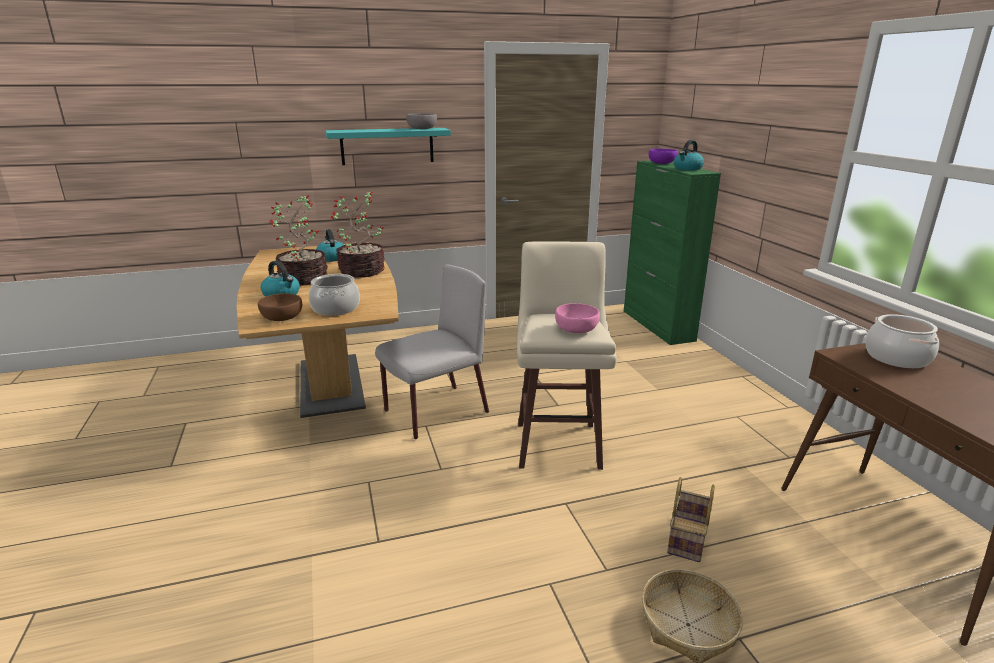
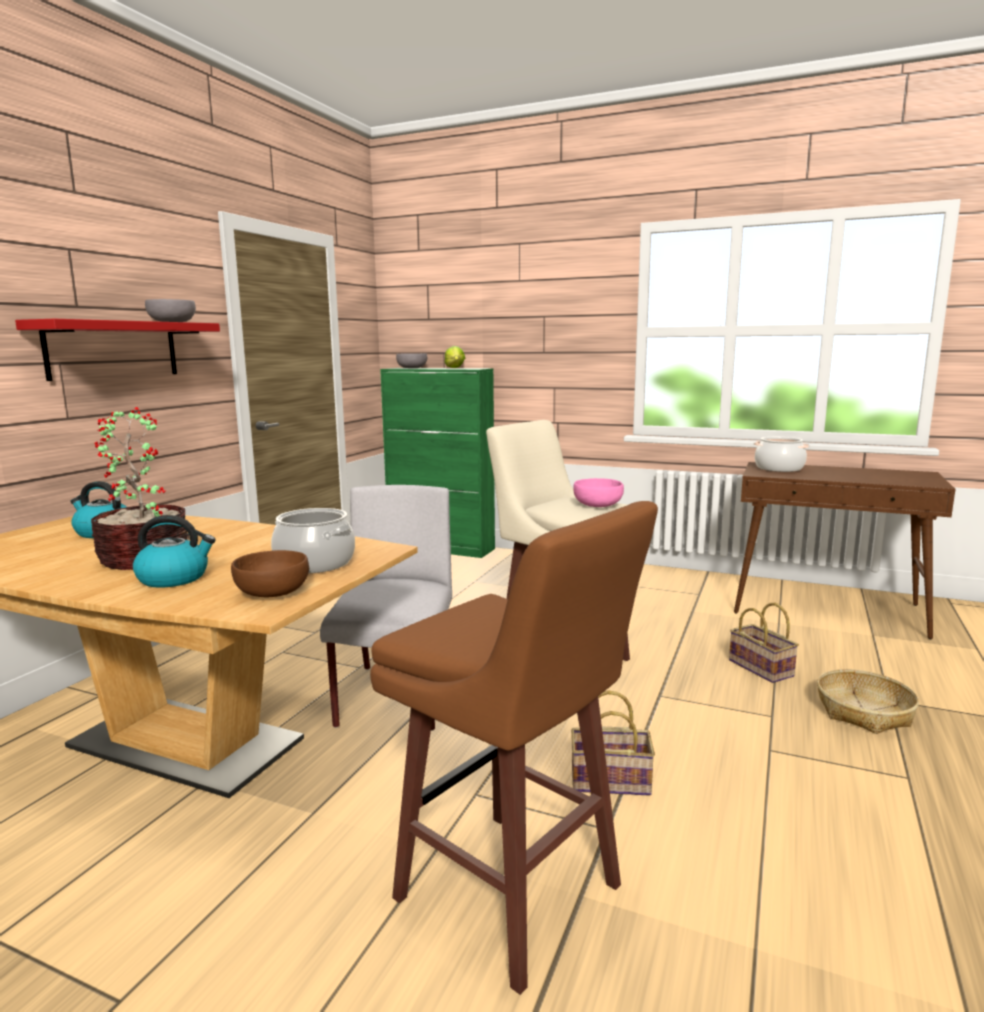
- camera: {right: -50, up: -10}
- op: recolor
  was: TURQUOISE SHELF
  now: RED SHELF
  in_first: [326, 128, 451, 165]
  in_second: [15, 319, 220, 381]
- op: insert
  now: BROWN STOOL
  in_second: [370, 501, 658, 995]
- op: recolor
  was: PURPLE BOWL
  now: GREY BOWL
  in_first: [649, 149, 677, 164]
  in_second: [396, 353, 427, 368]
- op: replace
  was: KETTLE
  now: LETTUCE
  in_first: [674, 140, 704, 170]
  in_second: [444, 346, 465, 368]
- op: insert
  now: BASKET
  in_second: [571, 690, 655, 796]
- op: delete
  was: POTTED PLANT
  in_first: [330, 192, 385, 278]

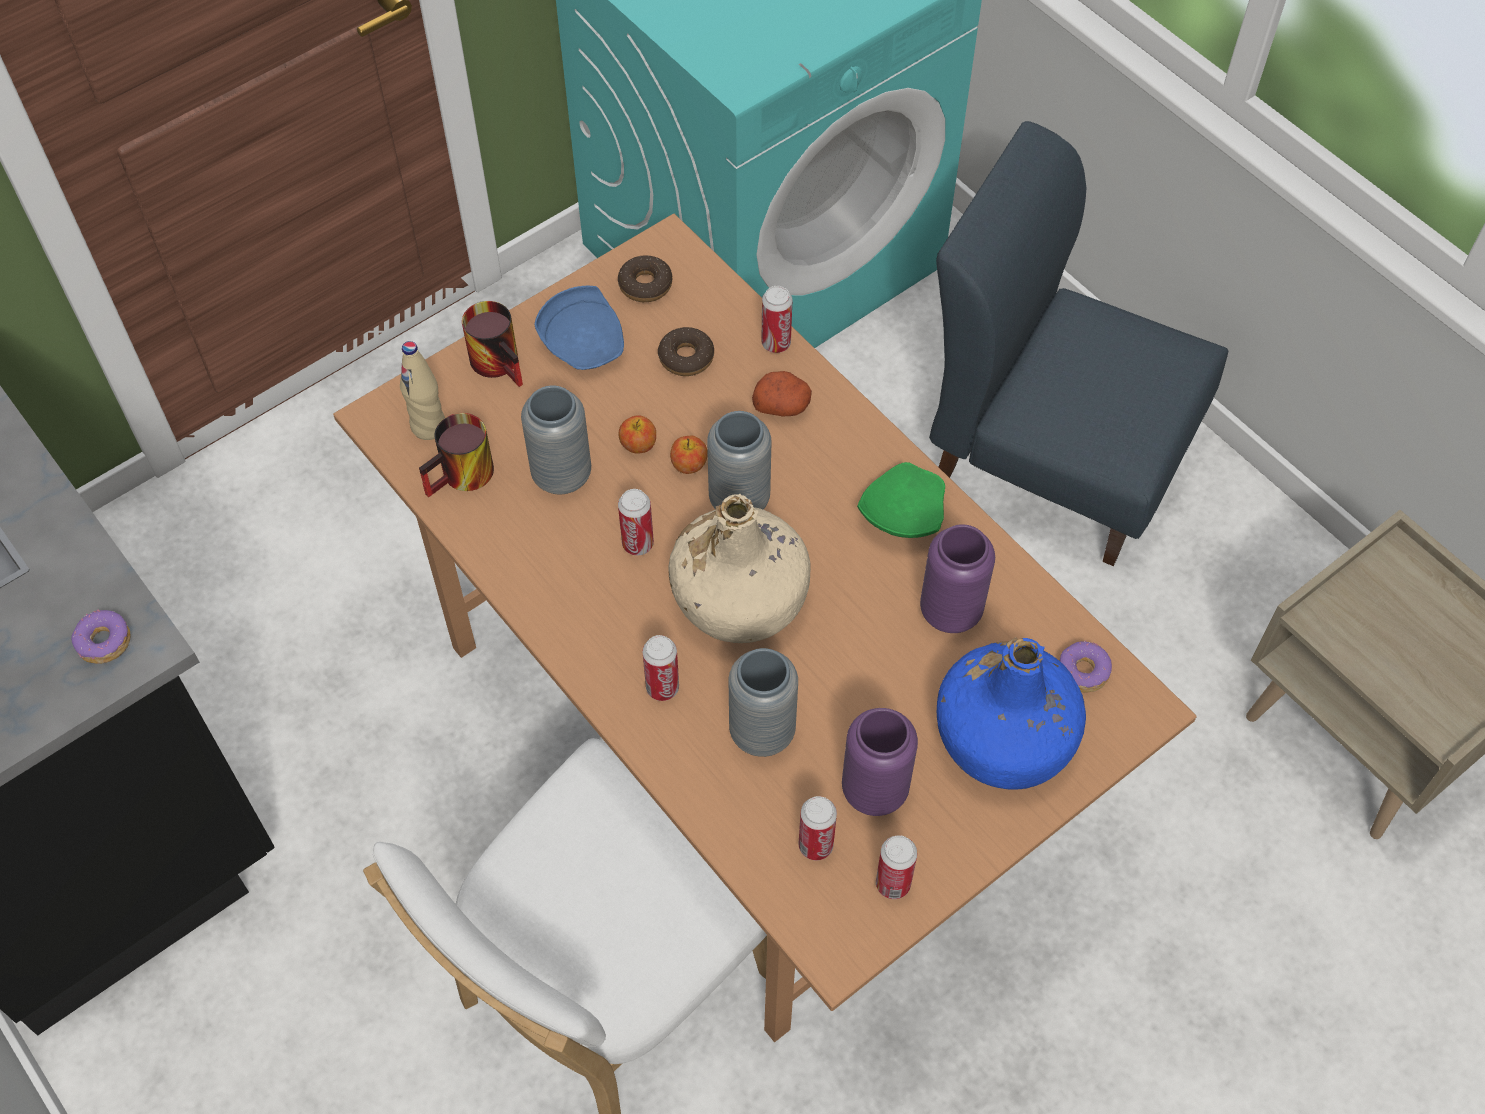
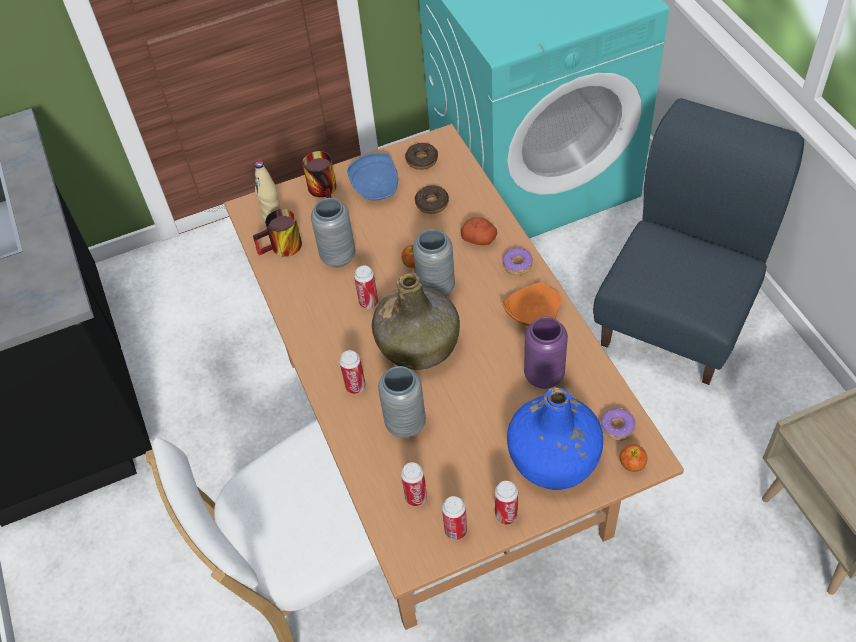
- camera: {right: 20, up: -5}
- op: recolor
  was: BEIGE BOTTLE
  now: GREEN BOTTLE
  in_first: [668, 494, 811, 643]
  in_second: [372, 272, 460, 370]
- op: move
  was: CAN
  in_first: [761, 286, 792, 353]
  in_second: [495, 481, 518, 525]
- op: recolor
  was: GREEN PLATE
  now: ORANGE PLATE
  in_first: [857, 462, 945, 538]
  in_second: [502, 283, 562, 326]
- op: move
  was: DONUT
  in_first: [71, 610, 130, 664]
  in_second: [503, 247, 533, 275]
- op: rotate
  was: BLUE CHAIR
  in_first: [929, 121, 1228, 566]
  in_second: [593, 98, 804, 385]
  clockwise: 75
- op: move
  was: APPLE
  in_first: [618, 415, 656, 454]
  in_second: [620, 444, 647, 472]
- op: delete
  was: PURPLE VASE
  in_first: [842, 708, 918, 816]

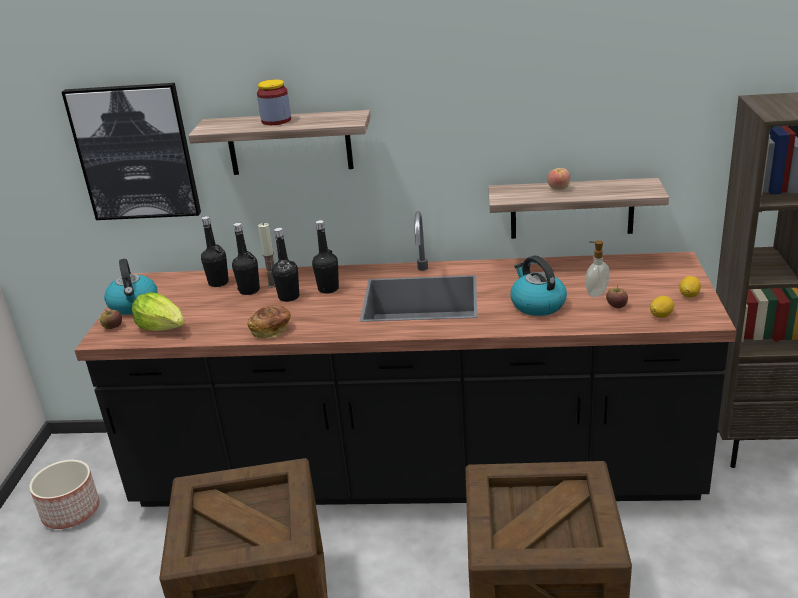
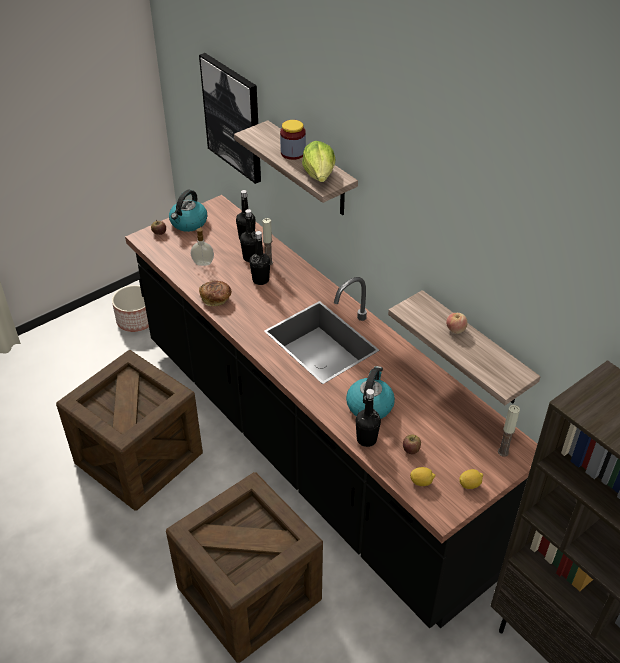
- camera: {right: 45, up: 15}
- op: move
  was: SOAP DISPENSER
  in_first: [586, 240, 609, 297]
  in_second: [191, 226, 214, 266]
- op: move
  was: LETTUCE
  in_first: [132, 292, 185, 331]
  in_second: [302, 141, 335, 182]
- op: move
  was: BLACK BOTTLE
  in_first: [312, 220, 339, 294]
  in_second: [355, 389, 381, 447]
- op: insert
  now: CANDLE
  in_second: [498, 405, 520, 457]

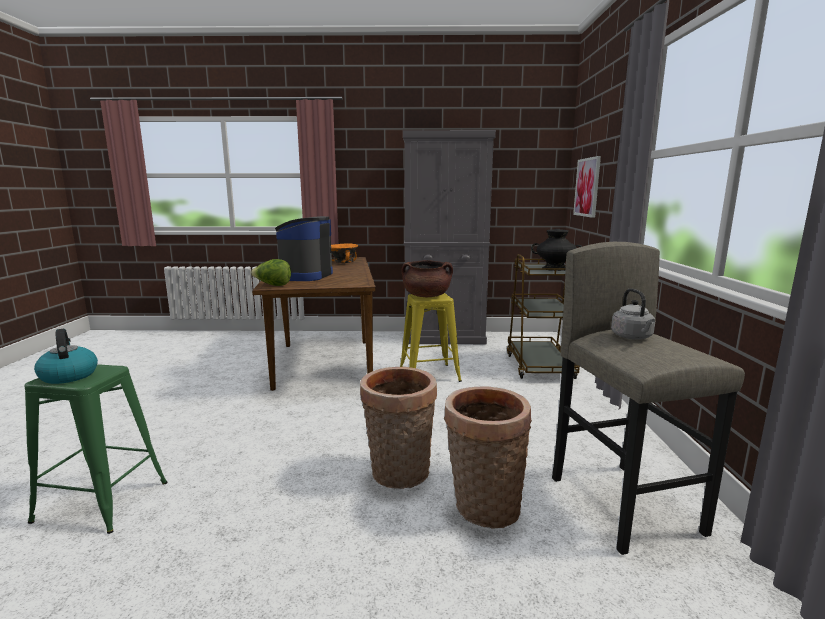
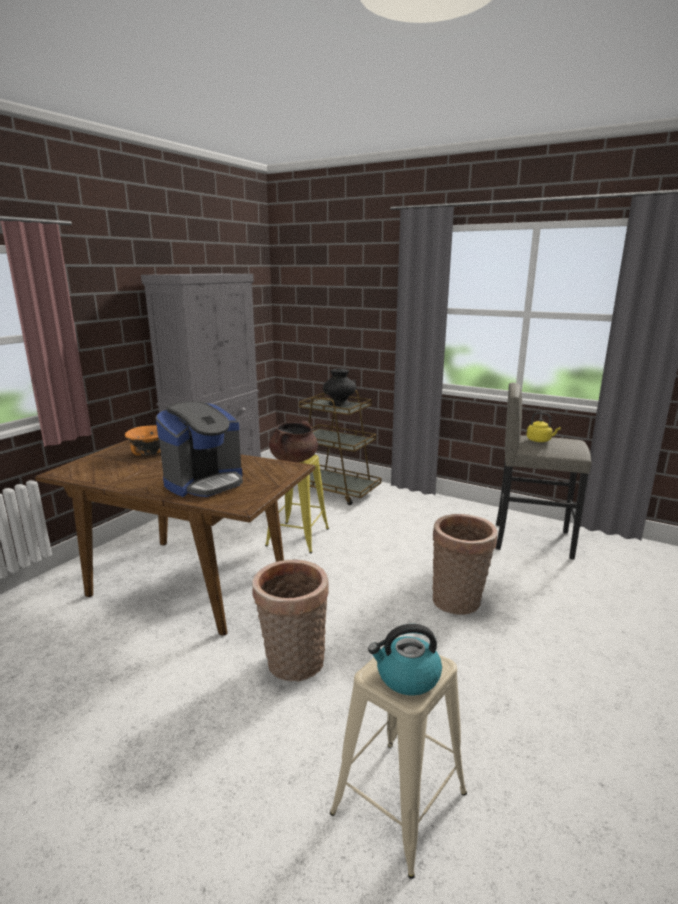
- camera: {right: -60, up: 5}
- op: rotate
  was: COFFEE MACHINE
  in_first: [275, 216, 333, 281]
  in_second: [156, 401, 243, 497]
  clockwise: -90
- op: move
  was: BASKET
  in_first: [444, 386, 532, 528]
  in_second: [252, 560, 329, 682]
- op: recolor
  was: GREEN STOOL
  now: BEIGE STOOL
  in_first: [25, 364, 167, 534]
  in_second: [330, 637, 467, 879]
- op: recolor
  was: GREY KETTLE
  now: YELLOW KETTLE
  in_first: [611, 288, 655, 340]
  in_second: [527, 412, 561, 442]
- op: delete
  was: LETTUCE
  in_first: [250, 259, 291, 286]
- op: delete
  was: PICTURE
  in_first: [573, 156, 601, 218]

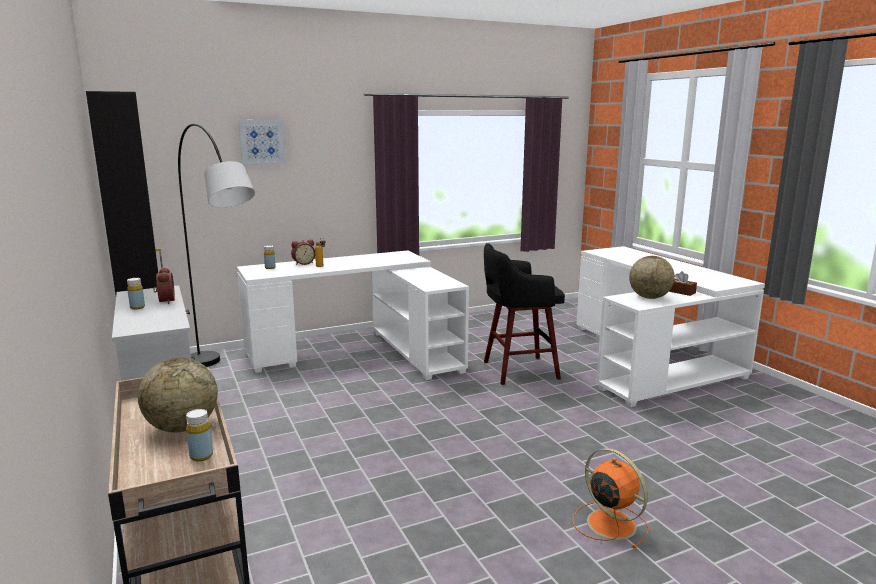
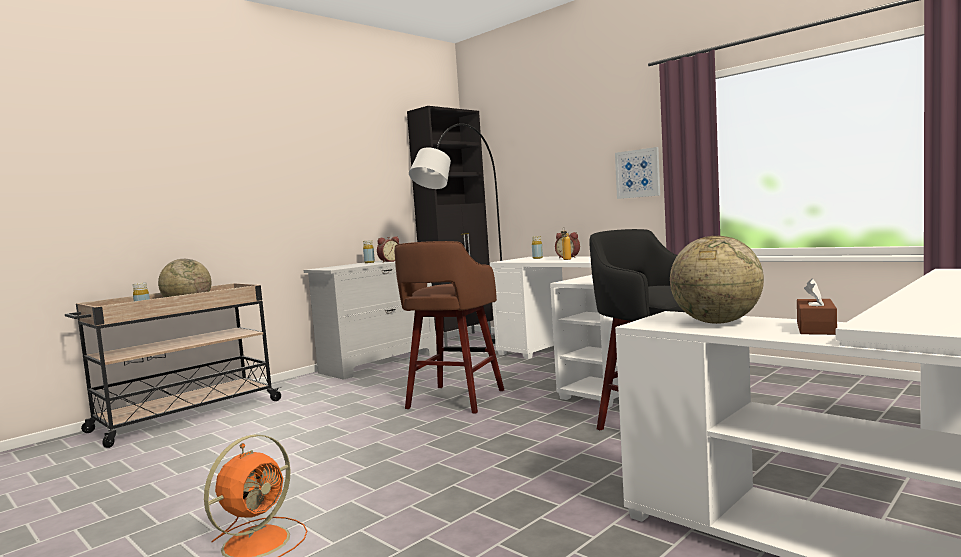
- camera: {right: 70, up: -10}
- op: insert
  now: BROWN STOOL
  in_second: [394, 241, 504, 413]
- op: move
  was: PICTURE
  in_first: [238, 120, 286, 165]
  in_second: [615, 147, 660, 199]

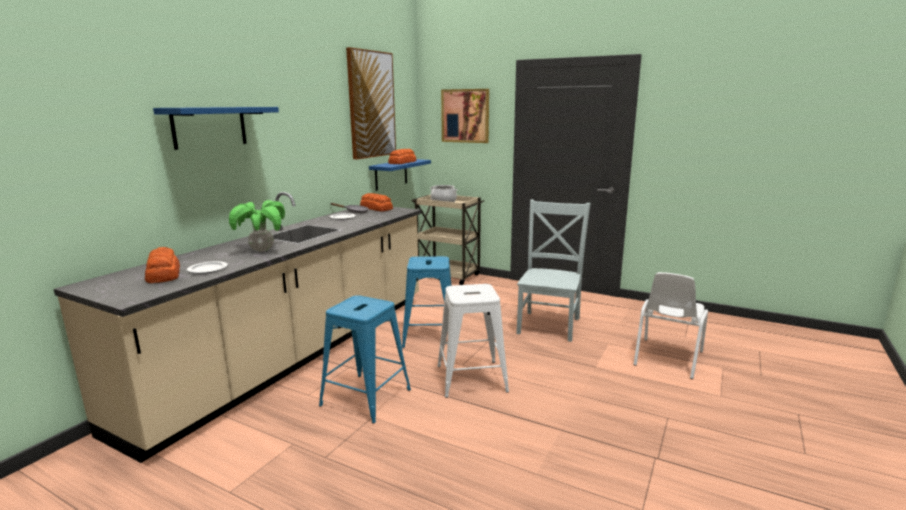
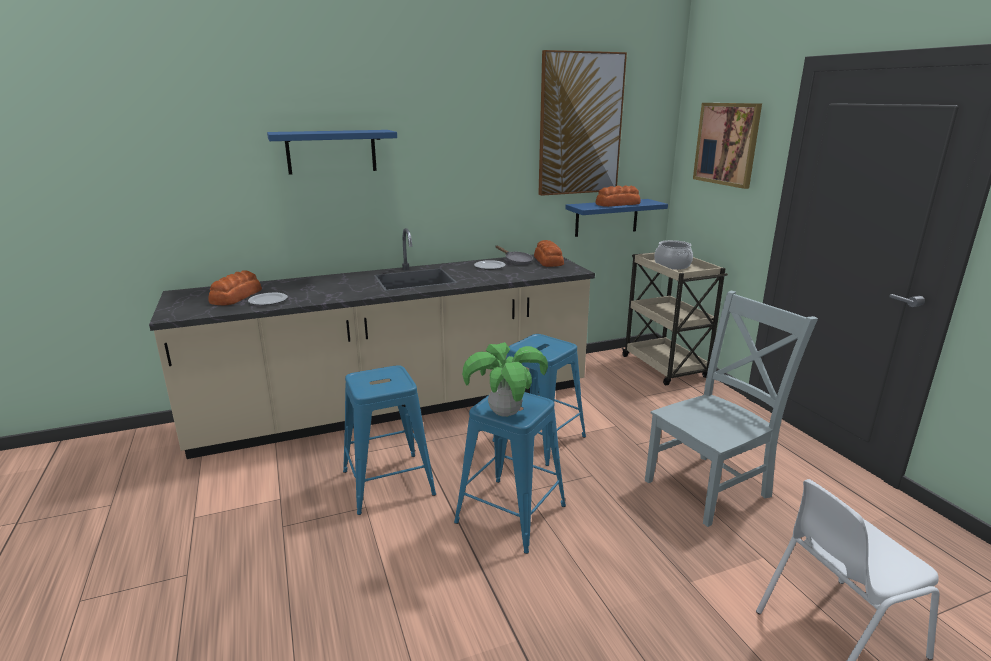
- camera: {right: 40, up: 5}
- op: recolor
  was: WHITE STOOL
  now: BLUE STOOL
  in_first: [438, 284, 509, 398]
  in_second: [454, 392, 566, 554]
- op: move
  was: POTTED PLANT
  in_first: [229, 200, 285, 252]
  in_second: [462, 342, 548, 417]

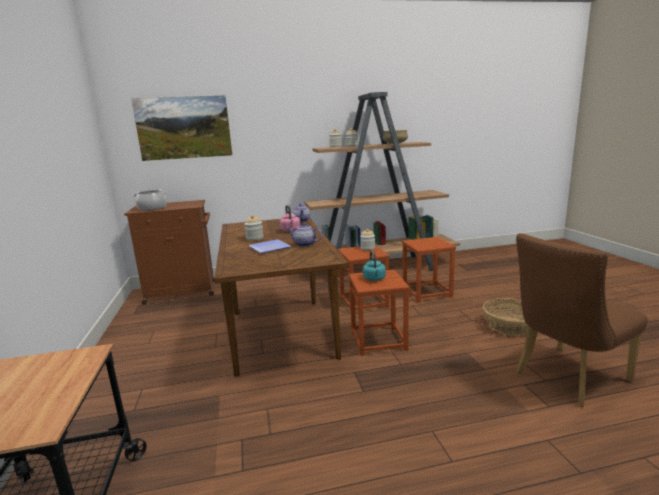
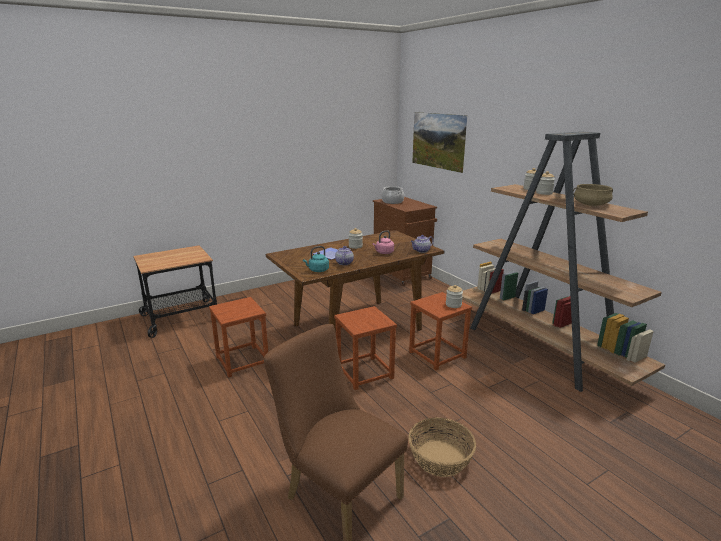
- camera: {right: 70, up: 5}
- op: move
  was: BROWN STOOL
  in_first: [402, 237, 456, 302]
  in_second: [209, 297, 268, 377]
- op: move
  was: TURQUOISE KETTLE
  in_first: [363, 251, 386, 281]
  in_second: [303, 246, 329, 272]

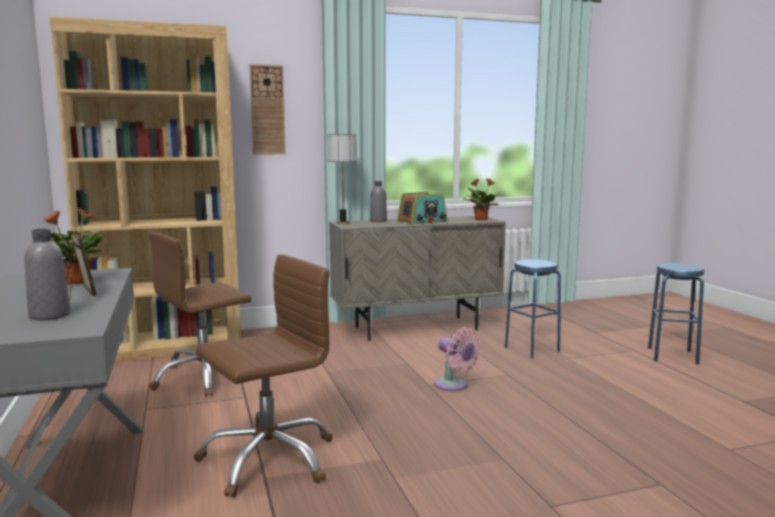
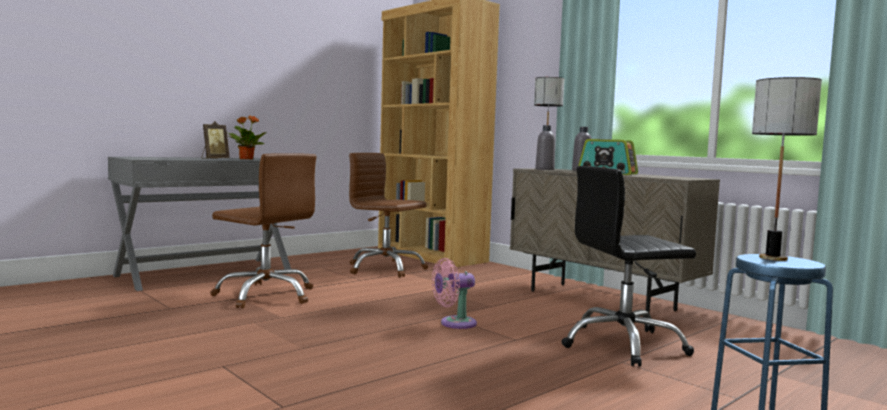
- camera: {right: 65, up: -5}
- op: rotate
  was: PINK FAN
  in_first: [434, 327, 481, 391]
  in_second: [432, 258, 477, 329]
  clockwise: 45
- op: move
  was: GREY BOTTLE
  in_first: [24, 229, 70, 320]
  in_second: [535, 125, 555, 170]
- op: replace
  was: BLUE STOOL
  now: BLACK OFFICE CHAIR
  in_first: [505, 260, 561, 359]
  in_second: [561, 166, 696, 367]
- op: insert
  now: TABLE LAMP
  in_second: [752, 77, 822, 261]
- op: delete
  was: WALL CLOCK
  in_first: [250, 64, 286, 154]
- op: delete
  was: POTTED PLANT
  in_first: [464, 178, 501, 220]

